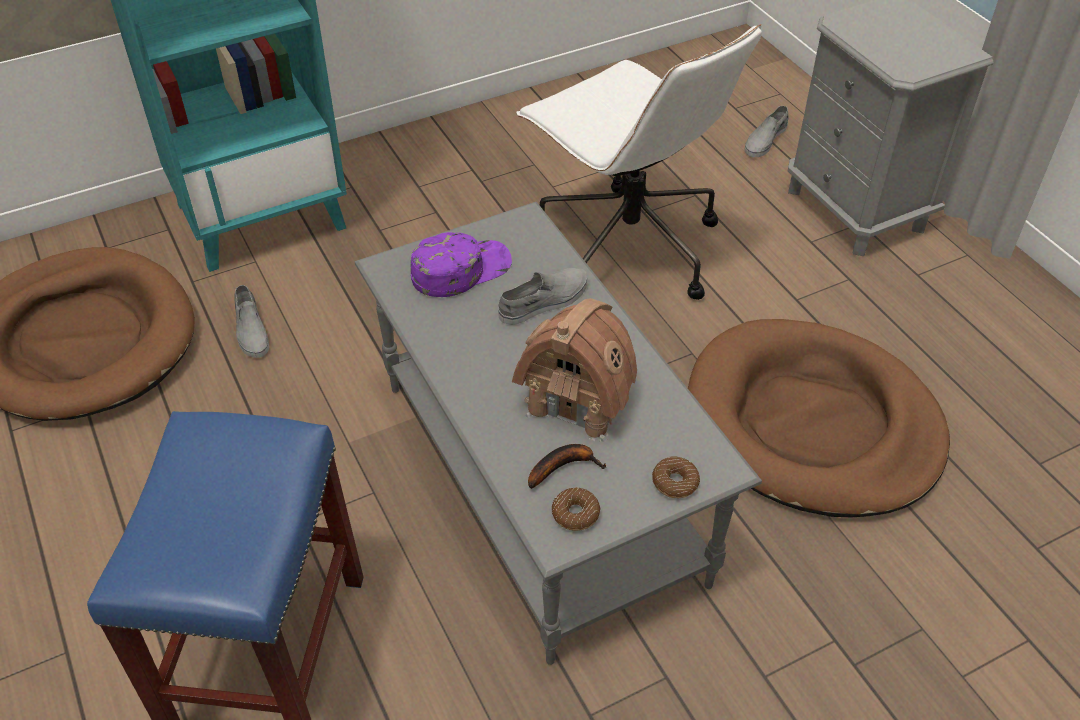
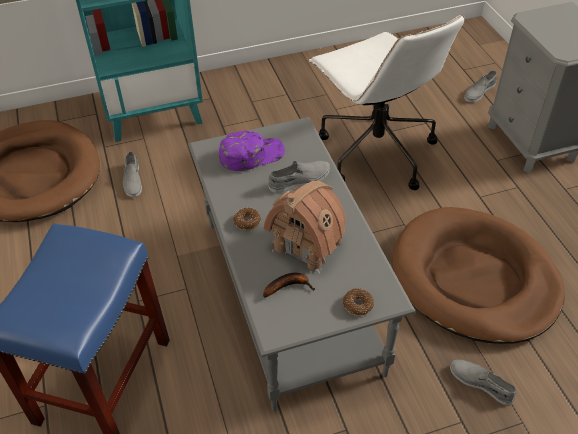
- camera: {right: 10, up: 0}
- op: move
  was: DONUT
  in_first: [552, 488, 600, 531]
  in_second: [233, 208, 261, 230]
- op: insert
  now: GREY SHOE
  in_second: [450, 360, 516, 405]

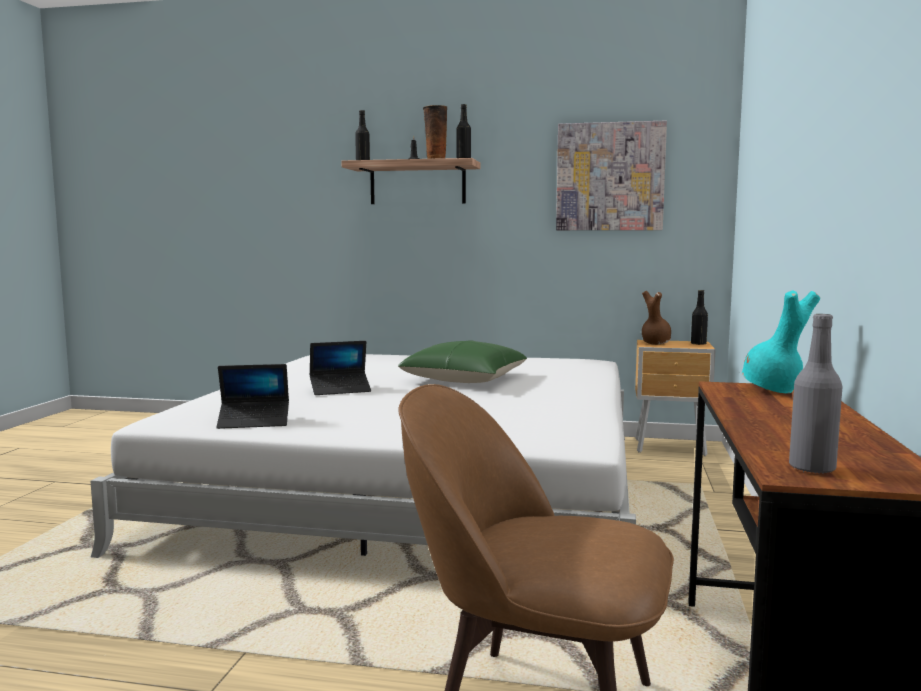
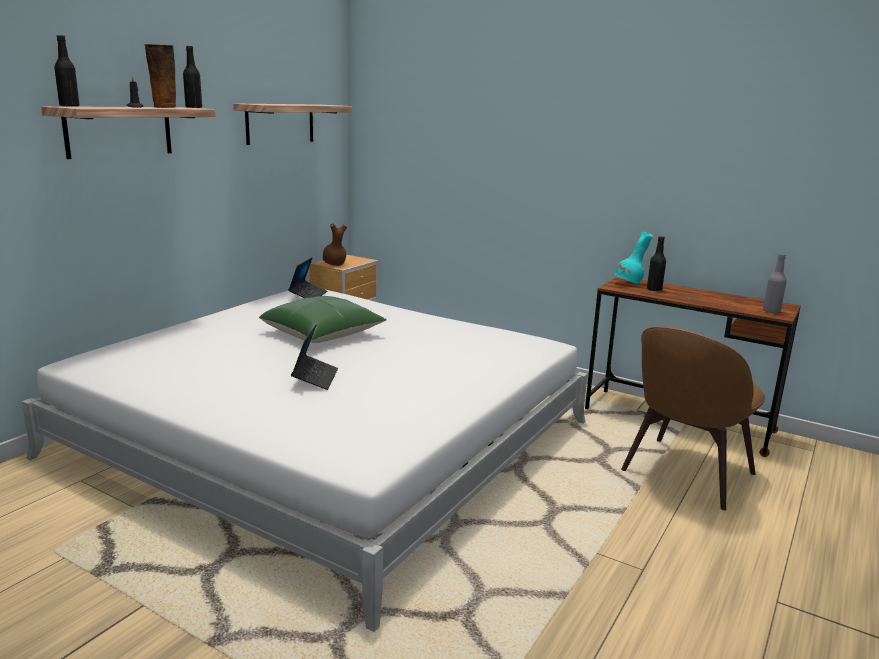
- camera: {right: -70, up: 10}
- op: replace
  was: PICTURE
  now: SHELF
  in_first: [556, 121, 667, 230]
  in_second: [233, 103, 352, 145]
- op: move
  was: LAPTOP
  in_first: [217, 364, 289, 429]
  in_second: [288, 257, 327, 298]
- op: move
  was: BLACK BOTTLE
  in_first: [691, 290, 708, 345]
  in_second: [647, 236, 666, 291]

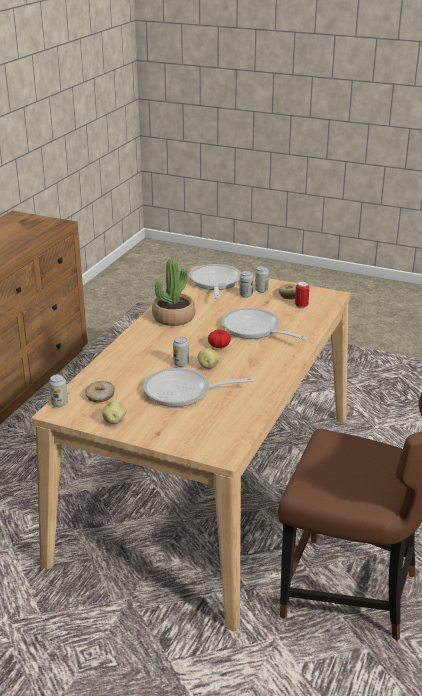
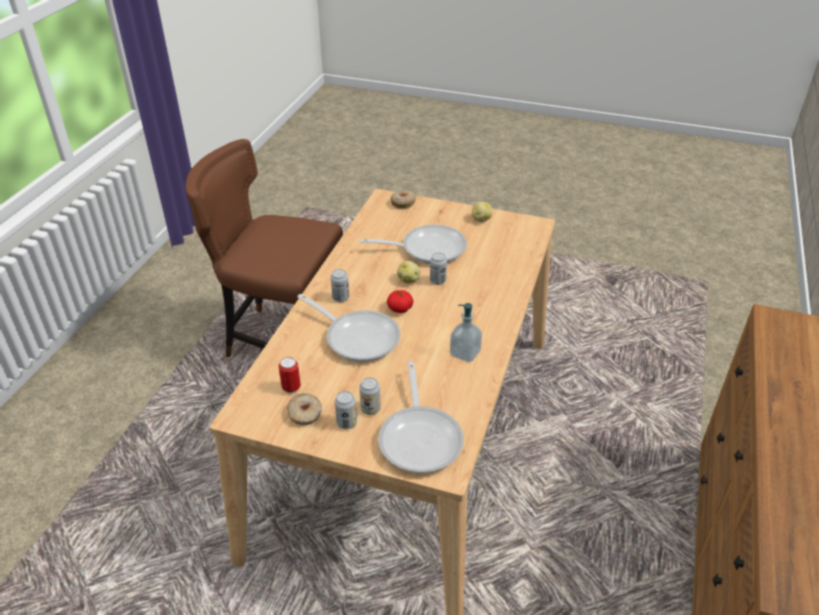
- camera: {right: 175, up: 10}
- op: move
  was: CAN
  in_first: [49, 374, 68, 407]
  in_second: [331, 269, 349, 302]
- op: move
  was: DONUT
  in_first: [85, 381, 115, 403]
  in_second: [390, 191, 416, 209]
- op: replace
  was: POTTED PLANT
  now: SOAP DISPENSER
  in_first: [152, 258, 195, 326]
  in_second: [450, 303, 482, 362]

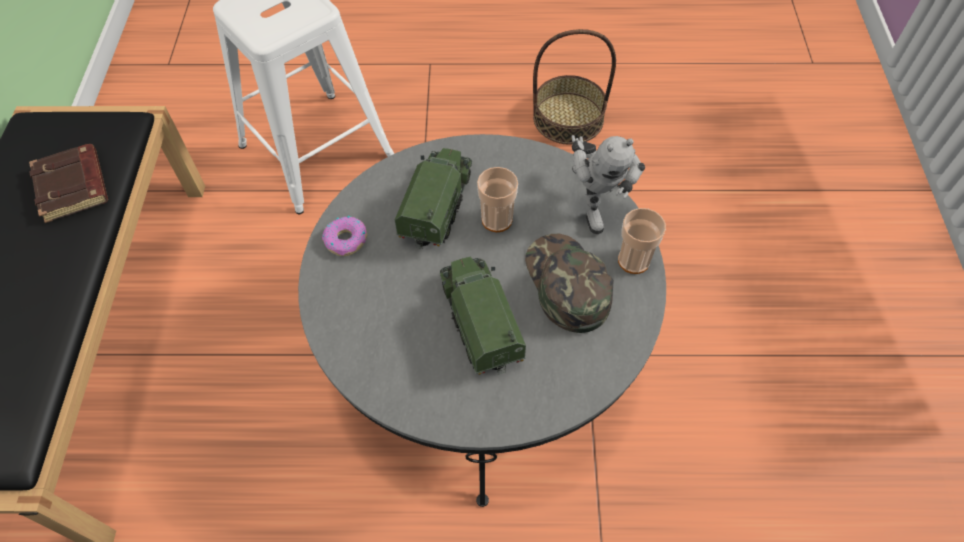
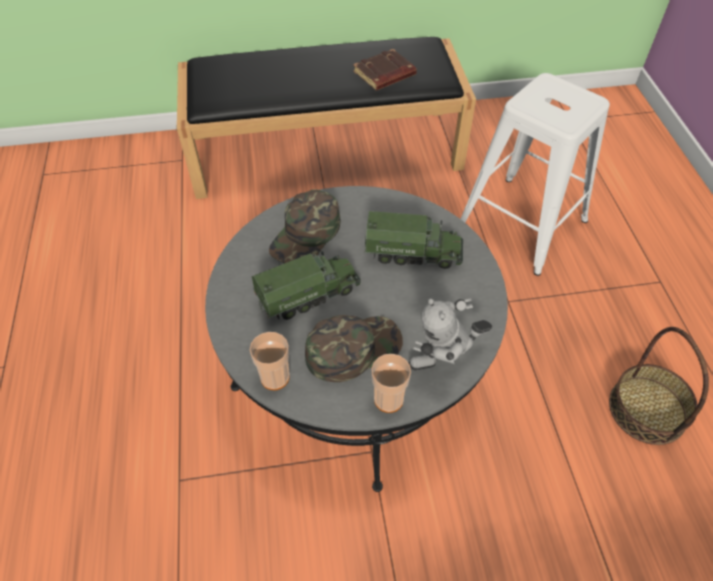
- camera: {right: 80, up: -5}
- op: move
  was: CUP
  in_first: [477, 167, 518, 232]
  in_second: [250, 332, 290, 390]
- op: insert
  now: GREEN CAP
  in_second: [269, 189, 340, 263]
- op: delete
  was: DONUT
  in_first: [322, 216, 367, 256]

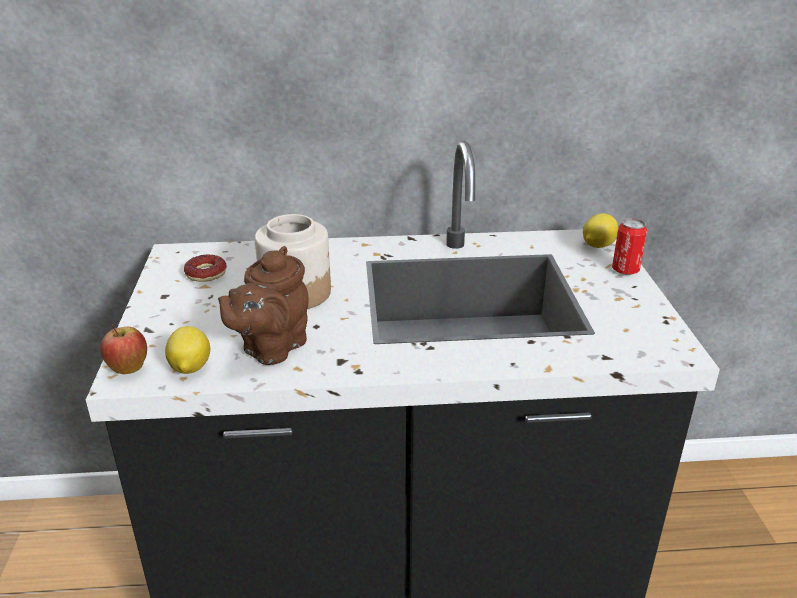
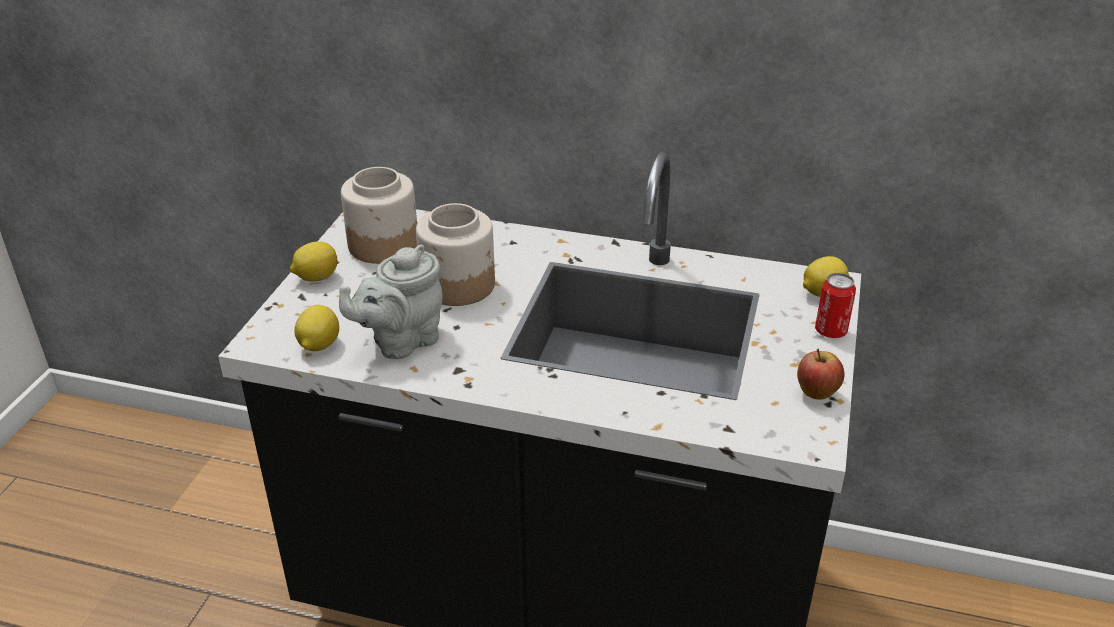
- camera: {right: 20, up: 5}
- op: insert
  now: LEMON
  in_second: [290, 241, 338, 282]
- op: recolor
  was: BROWN TEAPOT
  now: GREY TEAPOT
  in_first: [218, 246, 309, 365]
  in_second: [339, 245, 443, 359]
- op: replace
  was: DONUT
  now: JAR
  in_first: [184, 254, 227, 282]
  in_second: [341, 167, 417, 264]
- op: move
  was: APPLE
  in_first: [100, 324, 147, 374]
  in_second: [797, 349, 844, 400]

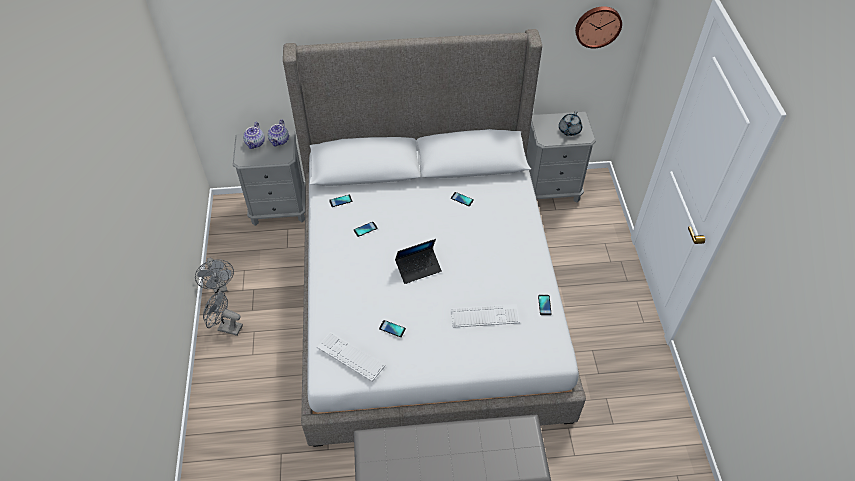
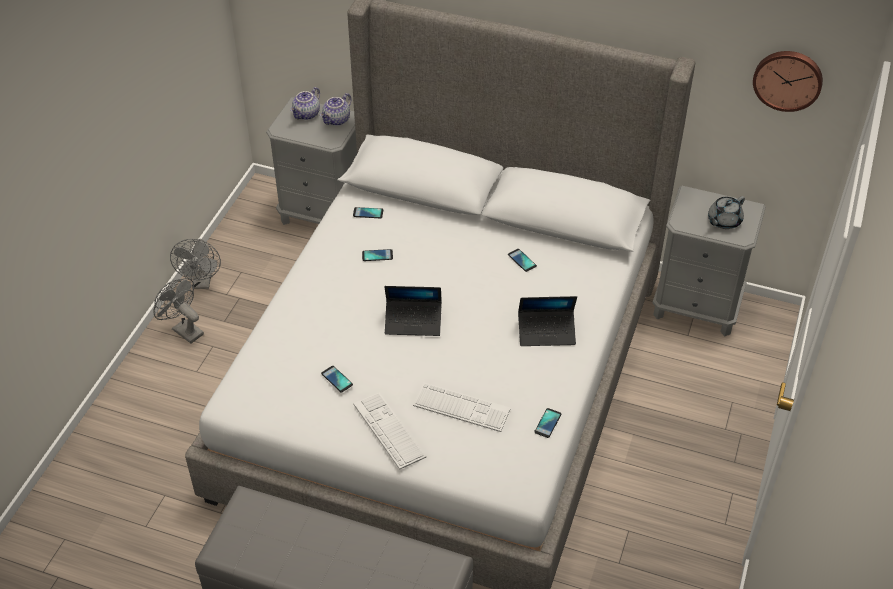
- camera: {right: 25, up: -5}
- op: move
  was: KEYBOARD
  in_first: [317, 332, 385, 382]
  in_second: [353, 393, 426, 470]
- op: insert
  now: LAPTOP
  in_second: [518, 296, 577, 346]

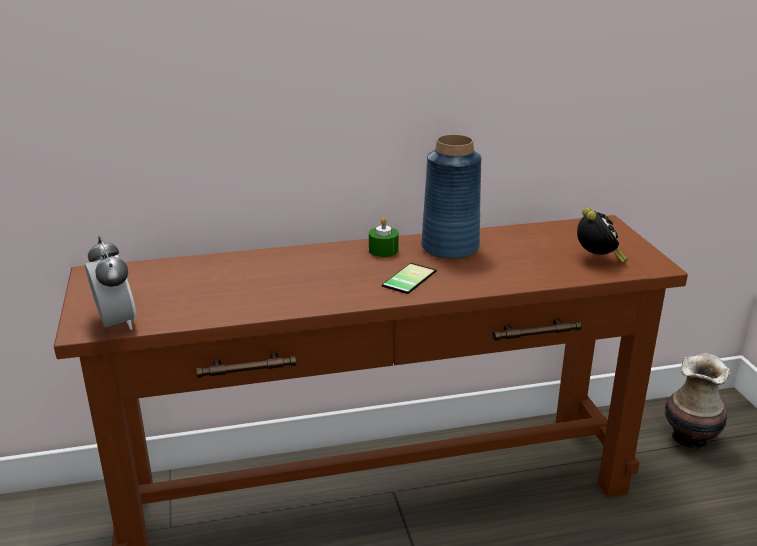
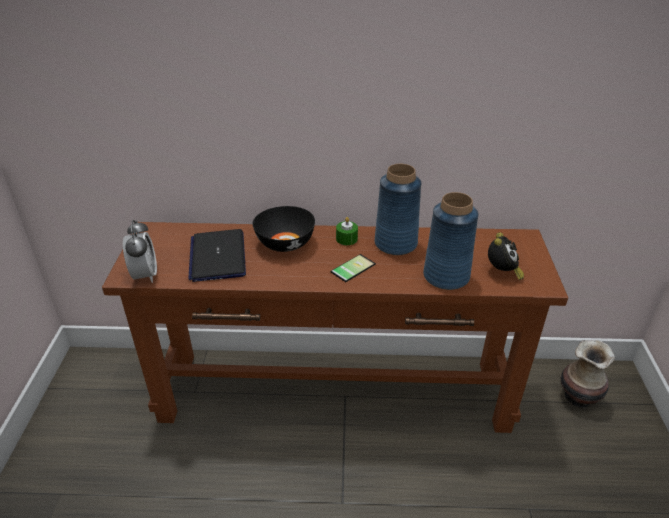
- camera: {right: 15, up: 10}
- op: insert
  now: LAPTOP
  in_second: [188, 229, 246, 282]
- op: insert
  now: BLACK BOWL
  in_second: [252, 206, 315, 252]
- op: insert
  now: BLUE VASE
  in_second: [423, 192, 478, 290]

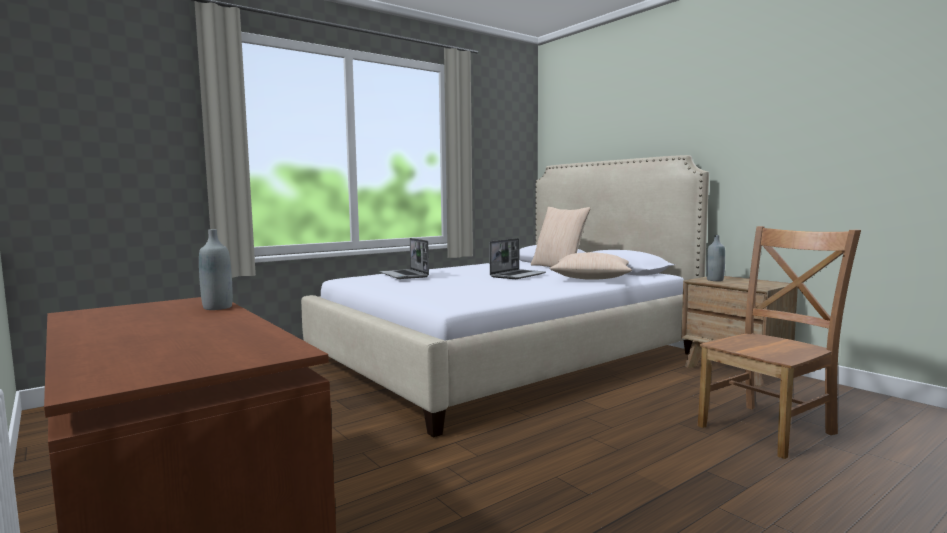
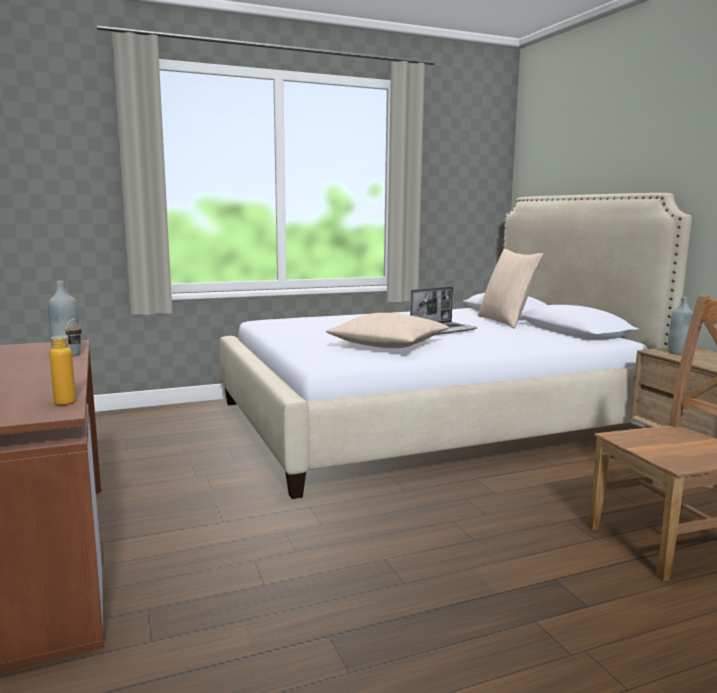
- camera: {right: 15, up: 5}
- op: insert
  now: BOTTLE
  in_second: [49, 319, 82, 405]
- op: move
  was: BEIGE PILLOW
  in_first: [550, 252, 632, 280]
  in_second: [326, 313, 449, 348]
- op: delete
  was: LAPTOP
  in_first: [380, 238, 429, 279]

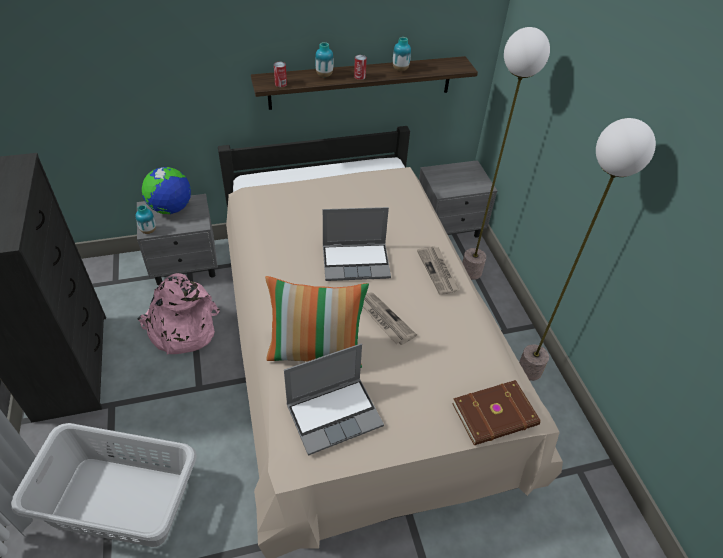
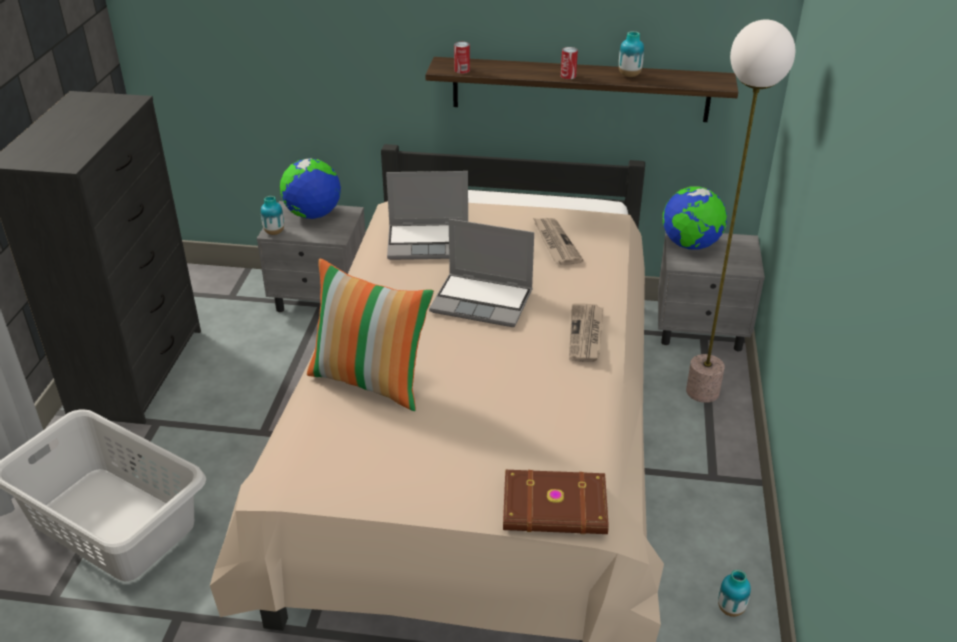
- camera: {right: 25, up: -10}
- op: move
  was: LAPTOP
  in_first: [284, 344, 384, 456]
  in_second: [386, 171, 468, 260]
- op: move
  was: NEWSPAPER
  in_first: [363, 293, 417, 345]
  in_second: [533, 218, 584, 265]
- op: insert
  now: GLOBE
  in_second: [663, 187, 727, 250]
- op: move
  was: VASE
  in_first: [315, 42, 333, 77]
  in_second: [718, 570, 751, 617]
- op: delete
  was: PINK BACKPACK
  in_first: [138, 273, 220, 355]
- op: delete
  was: FLOOR LAMP
  in_first: [519, 118, 656, 381]

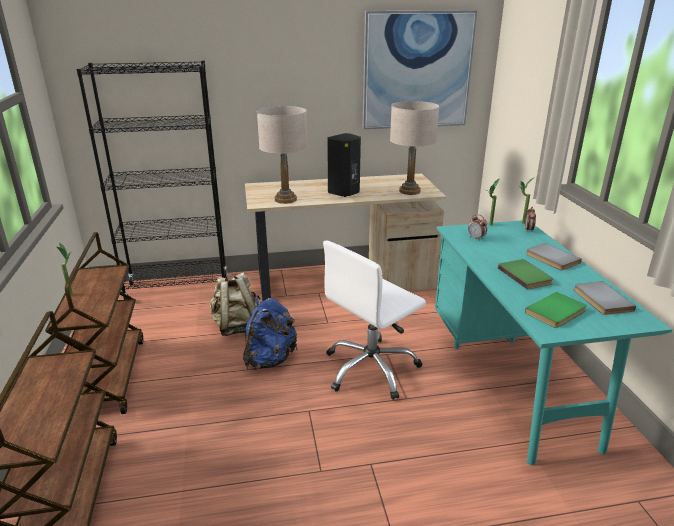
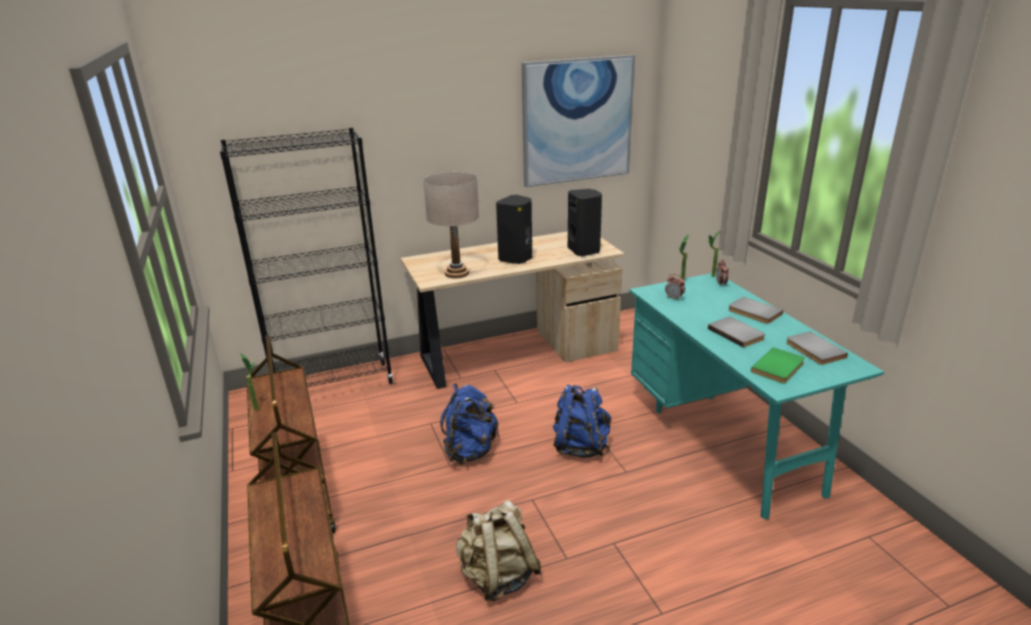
- camera: {right: -10, up: 0}
- op: move
  was: BEIGE BACKPACK
  in_first: [210, 272, 257, 336]
  in_second: [456, 500, 541, 601]
- op: replace
  was: WHITE OFFICE CHAIR
  now: BLUE BACKPACK
  in_first: [323, 240, 426, 400]
  in_second: [553, 385, 611, 458]
- op: replace
  was: BEIGE TABLE LAMP
  now: BLACK SPEAKER
  in_first: [390, 101, 439, 195]
  in_second: [568, 189, 602, 257]
- op: recolor
  was: GREEN BOOK
  now: GREY BOOK
  in_first: [498, 259, 553, 290]
  in_second: [708, 317, 765, 348]

